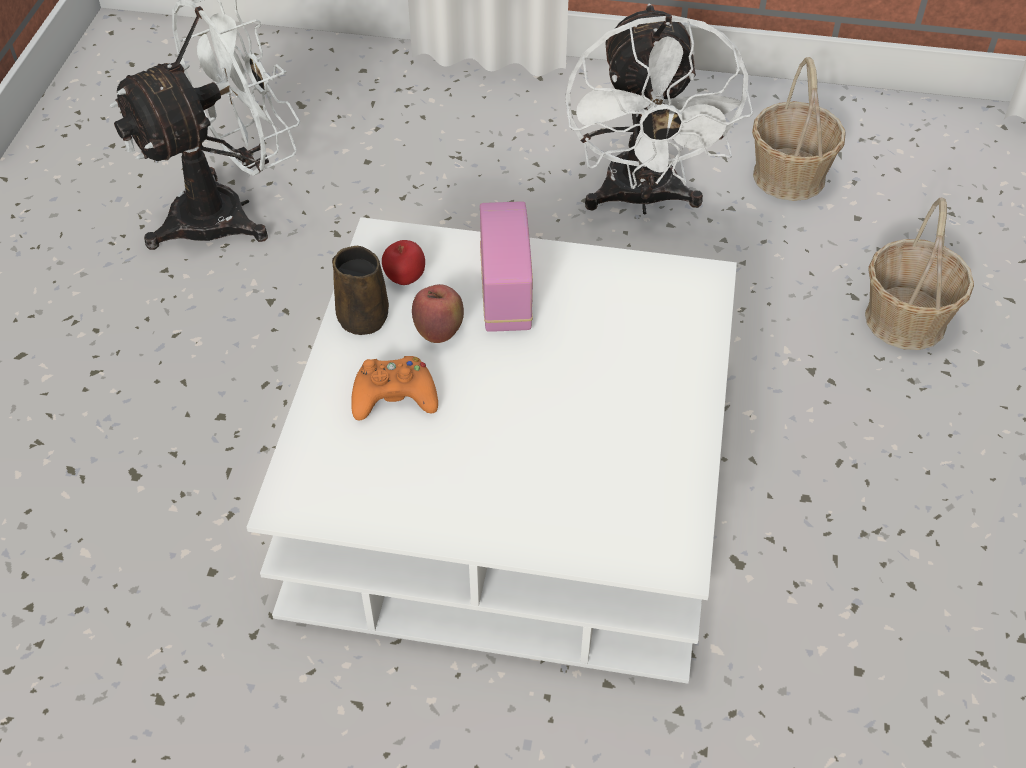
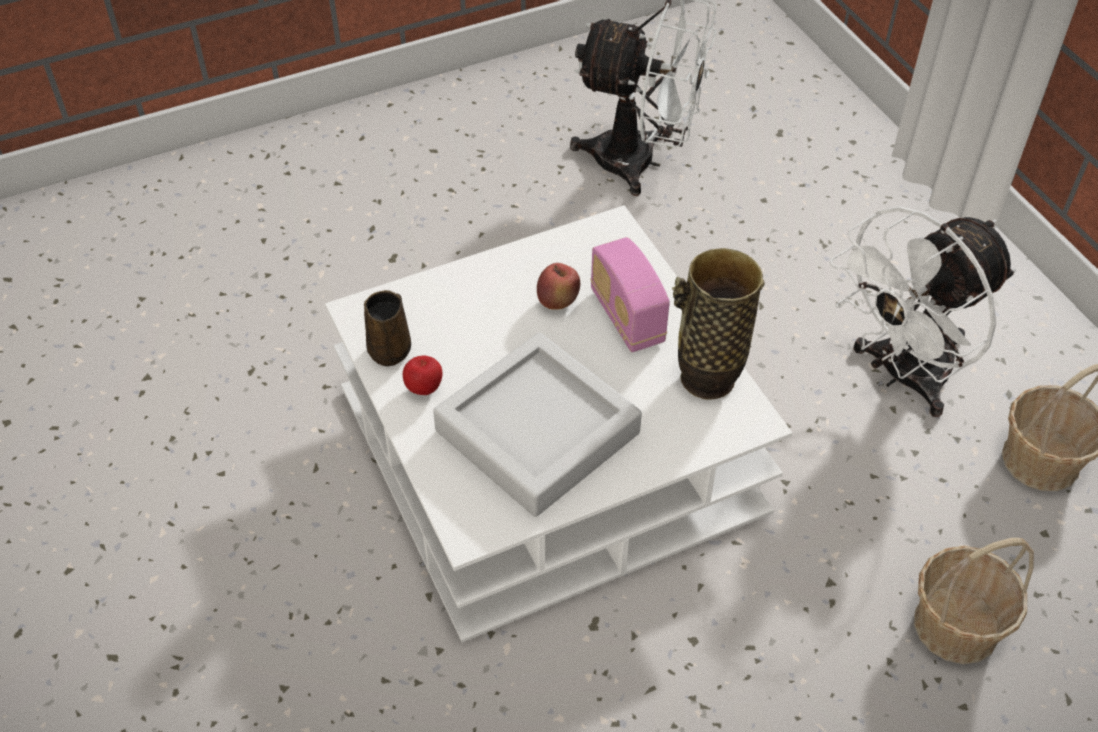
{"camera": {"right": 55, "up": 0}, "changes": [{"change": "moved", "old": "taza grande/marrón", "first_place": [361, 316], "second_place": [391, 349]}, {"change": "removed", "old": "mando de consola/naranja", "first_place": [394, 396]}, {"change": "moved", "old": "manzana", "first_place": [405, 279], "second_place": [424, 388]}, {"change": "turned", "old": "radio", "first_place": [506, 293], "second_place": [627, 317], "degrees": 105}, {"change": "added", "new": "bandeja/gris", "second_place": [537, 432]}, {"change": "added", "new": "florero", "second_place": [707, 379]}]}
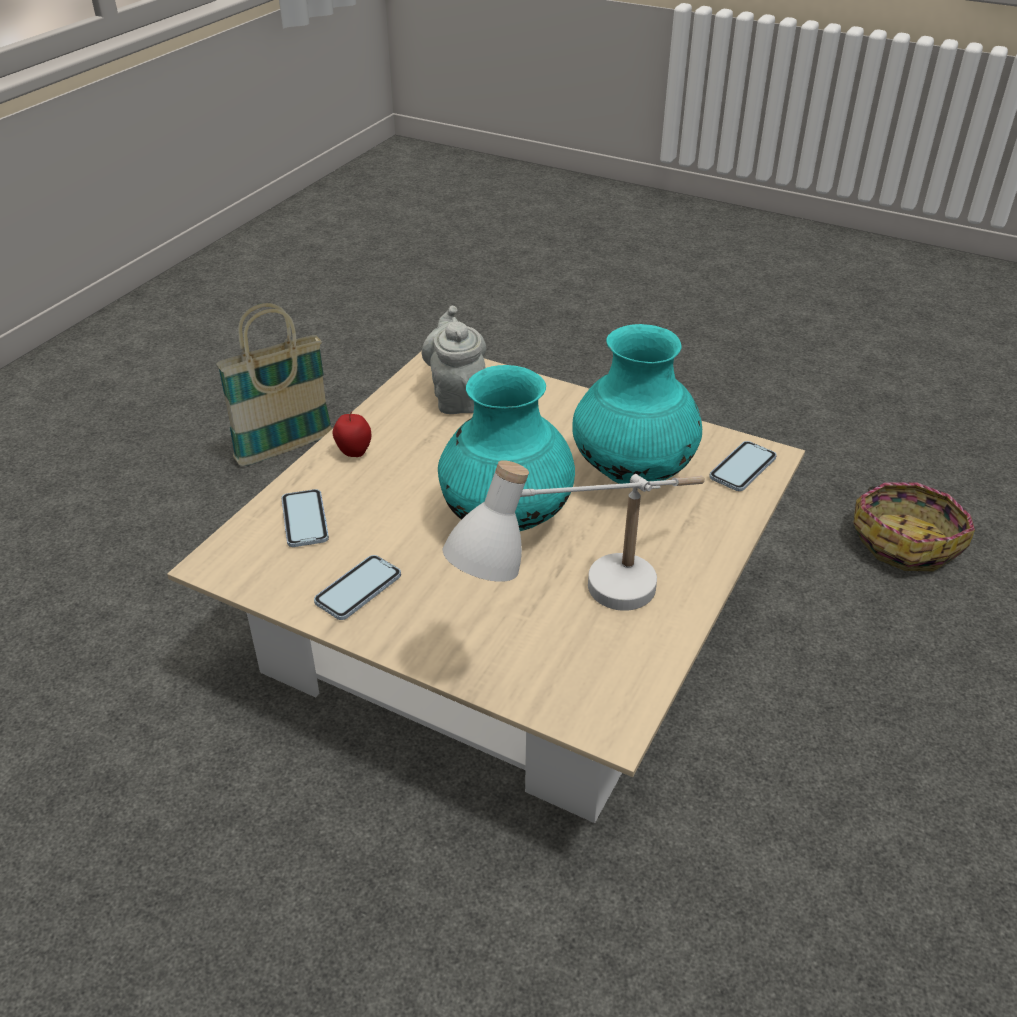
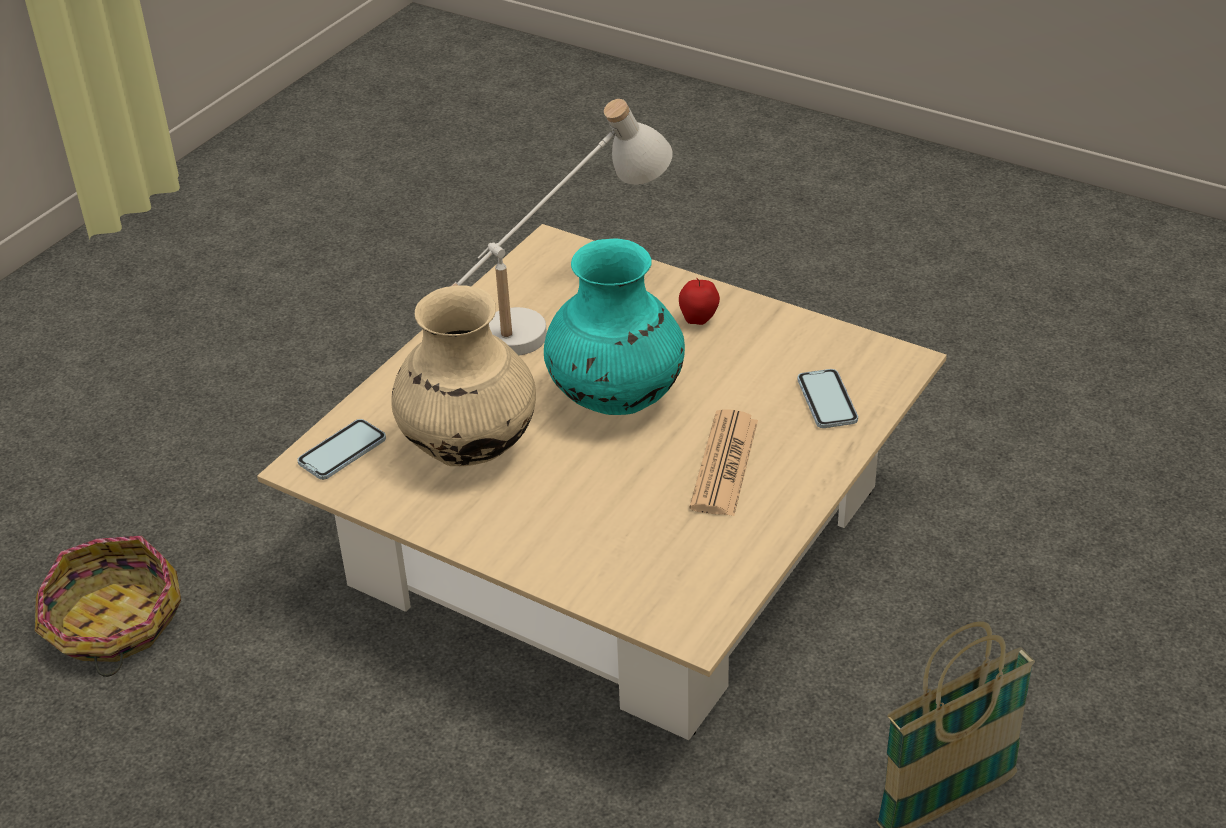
{"camera": {"right": -175, "up": 0}, "changes": [{"change": "removed", "old": "móvil", "first_place": [358, 589]}, {"change": "moved", "old": "manzana", "first_place": [354, 453], "second_place": [699, 320]}, {"change": "removed", "old": "tetera/gris", "first_place": [457, 397]}, {"change": "recoloured", "old": "florero/turquesa", "new": "florero/beis", "first_place": [633, 474], "second_place": [468, 447]}, {"change": "added", "new": "periódico", "second_place": [724, 464]}]}
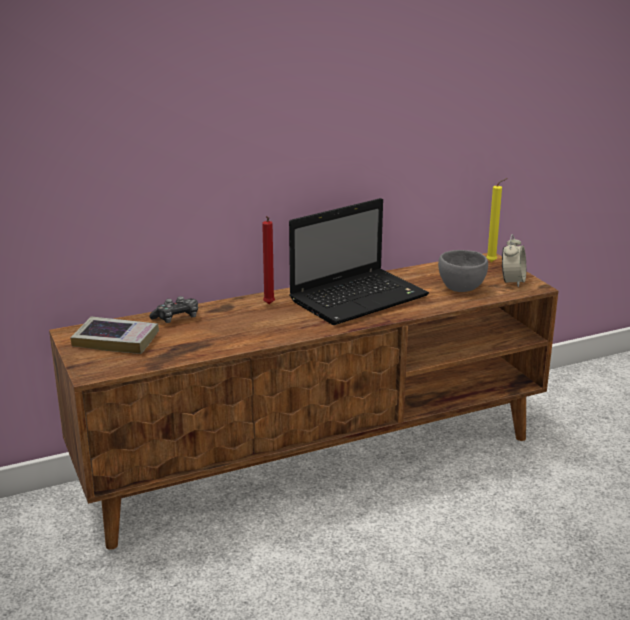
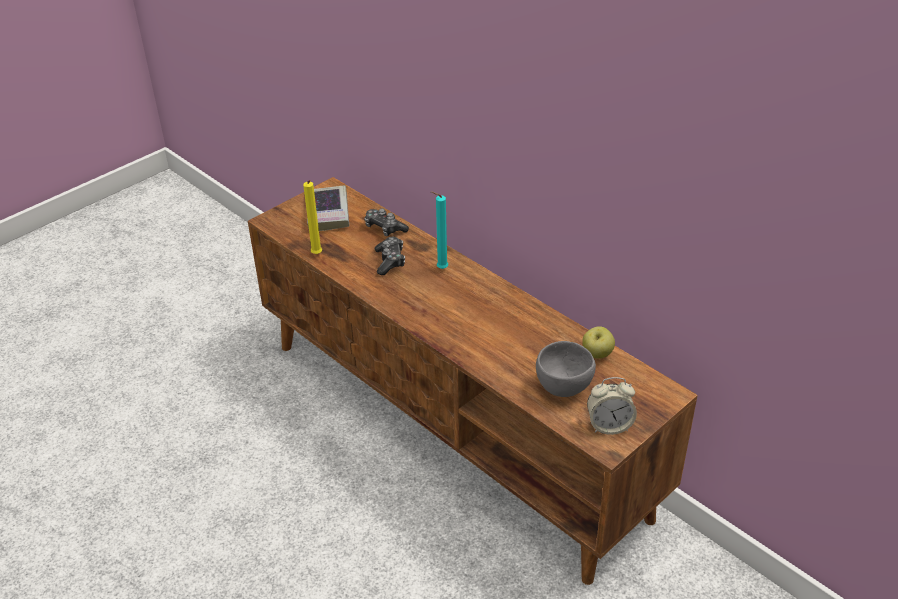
{"camera": {"right": 70, "up": 15}, "changes": [{"change": "recoloured", "old": "vela/rojo", "new": "vela/turquesa", "first_place": [268, 305], "second_place": [440, 269]}, {"change": "removed", "old": "portátil", "first_place": [360, 298]}, {"change": "moved", "old": "vela/amarillo", "first_place": [493, 262], "second_place": [317, 255]}, {"change": "added", "new": "mando de consola", "second_place": [390, 261]}, {"change": "added", "new": "manzana", "second_place": [597, 354]}]}
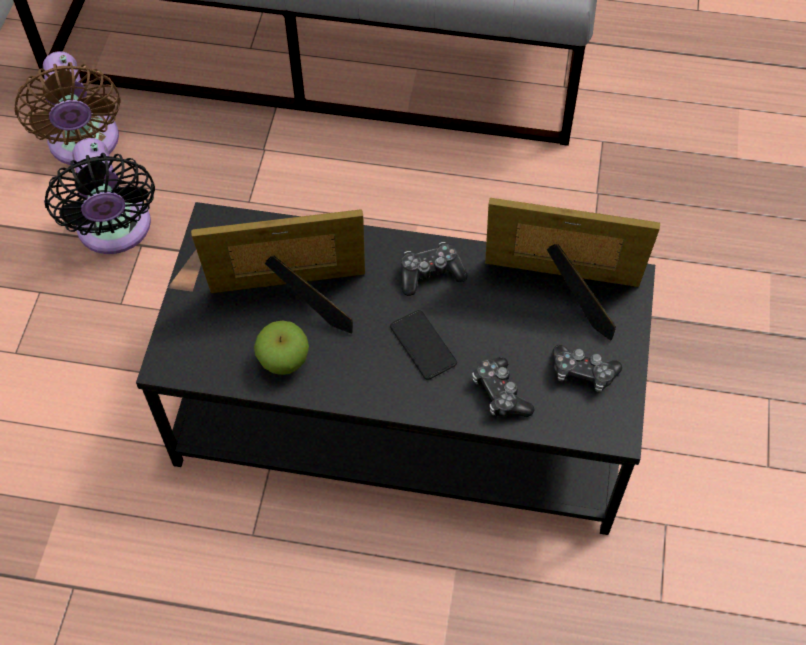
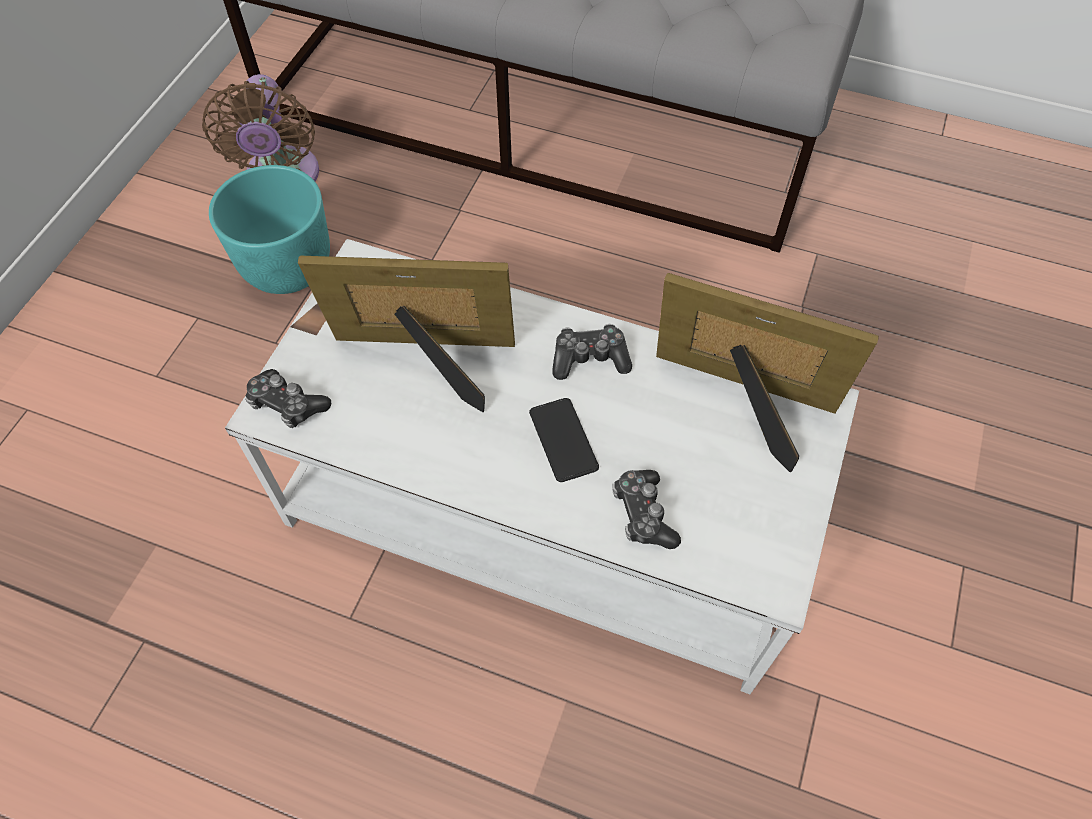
{"camera": {"right": 10, "up": 0}, "changes": [{"change": "replaced", "old": "ventilador/negro", "new": "maceta/turquesa", "first_place": [115, 231], "second_place": [289, 268]}, {"change": "recoloured", "old": "mesa de centro/negro", "new": "mesa de centro/blanco", "first_place": [401, 413], "second_place": [543, 510]}, {"change": "removed", "old": "manzana", "first_place": [284, 362]}, {"change": "moved", "old": "mando de consola", "first_place": [583, 373], "second_place": [287, 405]}]}
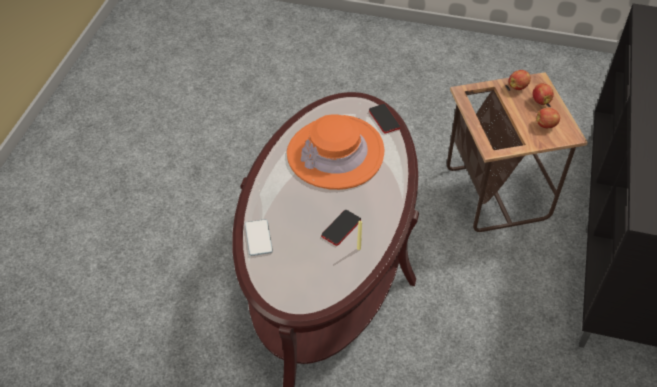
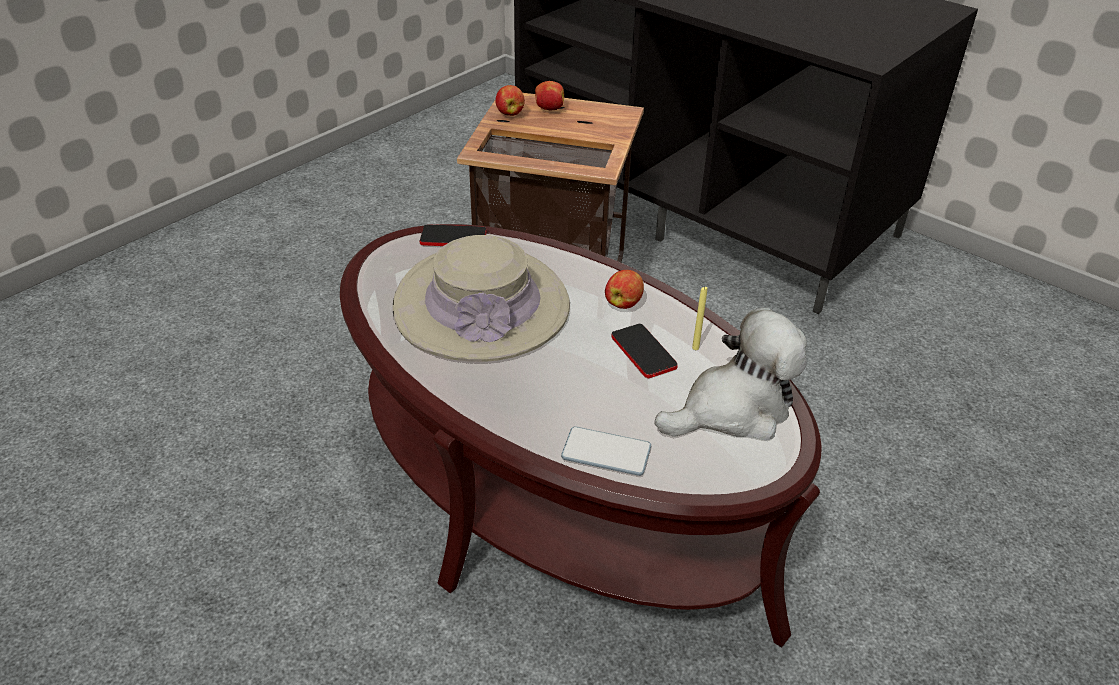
{"camera": {"right": -65, "up": -10}, "changes": [{"change": "recoloured", "old": "sombrero/naranja", "new": "sombrero/beis", "first_place": [335, 153], "second_place": [482, 306]}, {"change": "moved", "old": "manzana", "first_place": [546, 125], "second_place": [623, 303]}, {"change": "added", "new": "peluche", "second_place": [733, 410]}]}
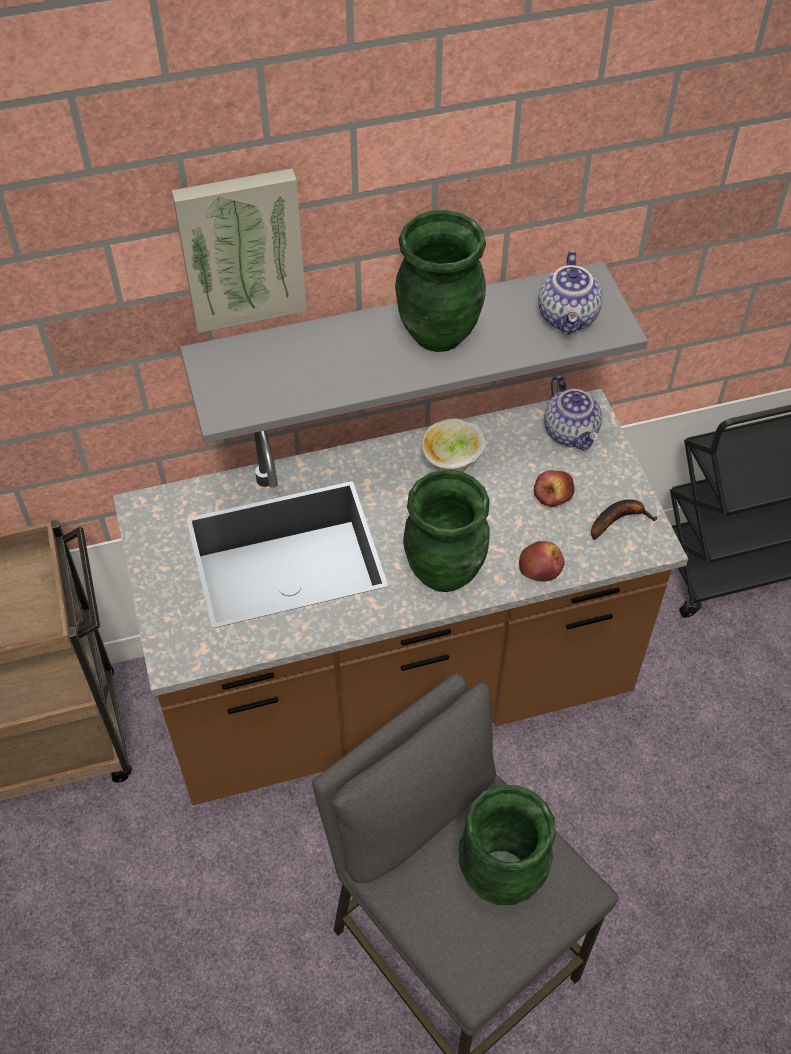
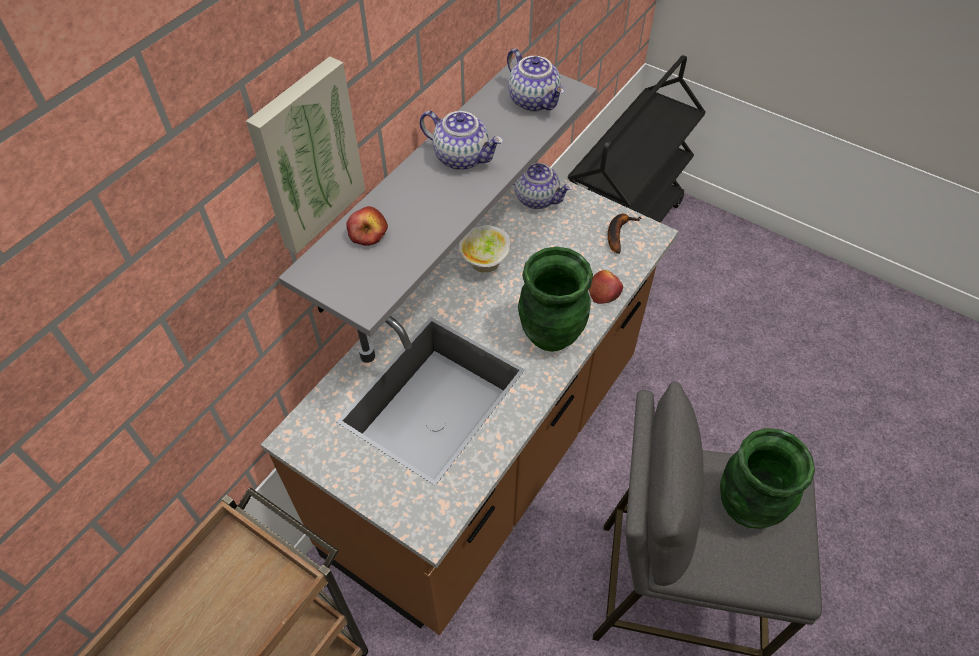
{"camera": {"right": -40, "up": 0}, "changes": [{"change": "replaced", "old": "florero/verde", "new": "tetera", "first_place": [439, 333], "second_place": [462, 157]}, {"change": "moved", "old": "manzana", "first_place": [553, 494], "second_place": [368, 233]}]}
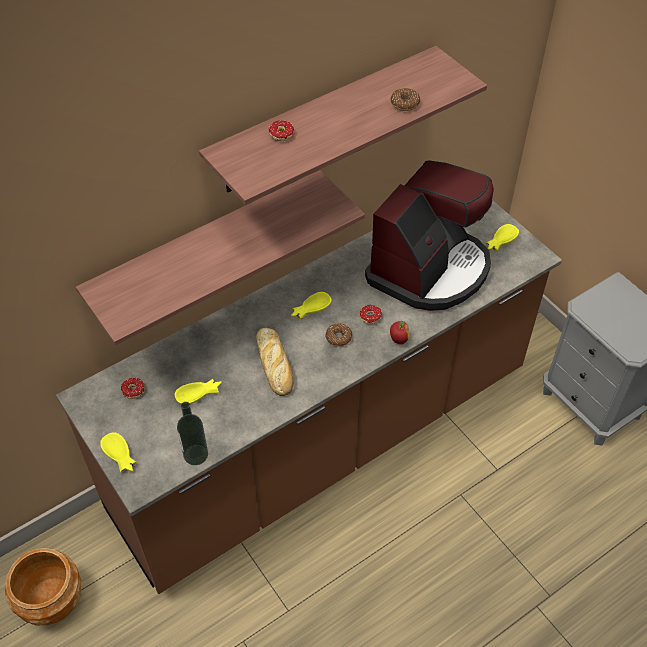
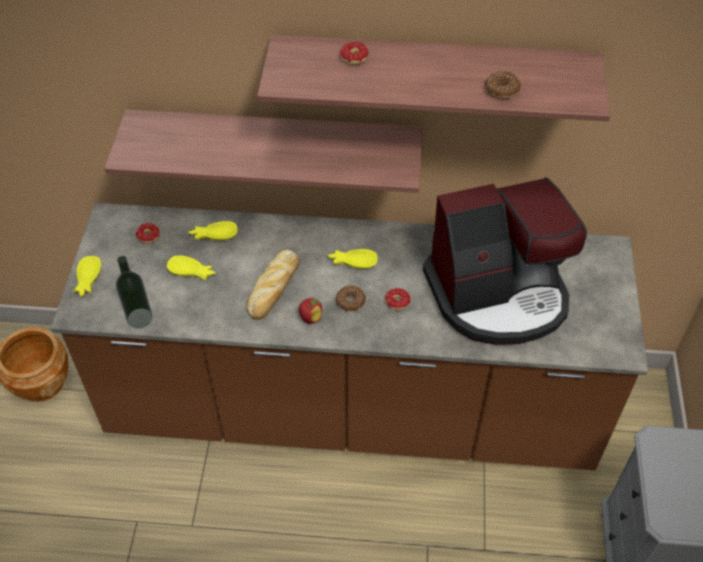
{"camera": {"right": 40, "up": 0}, "changes": [{"change": "moved", "old": "manzana", "first_place": [398, 340], "second_place": [310, 318]}, {"change": "moved", "old": "cuenco/amarillo", "first_place": [500, 241], "second_place": [213, 234]}]}
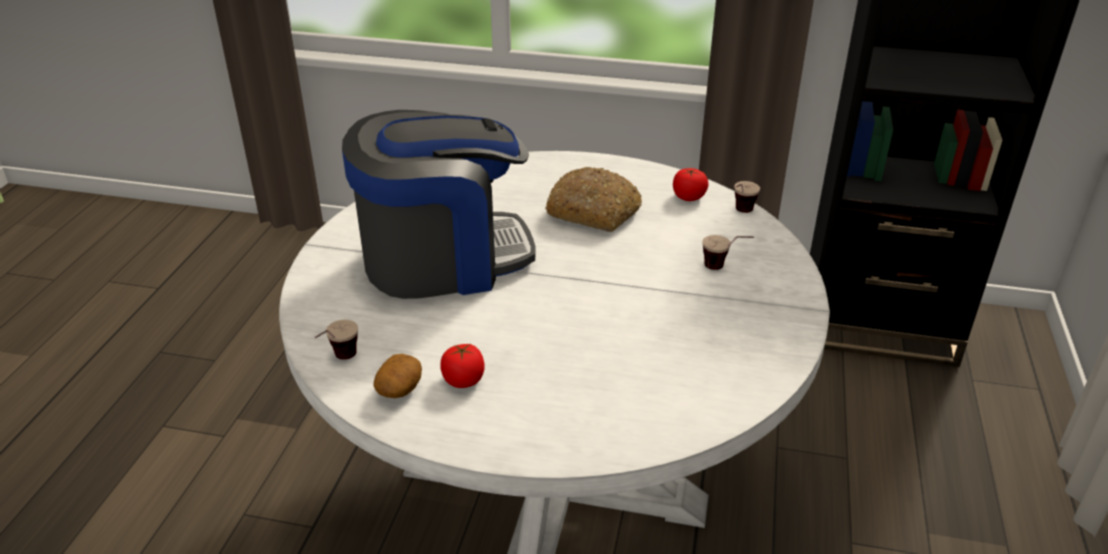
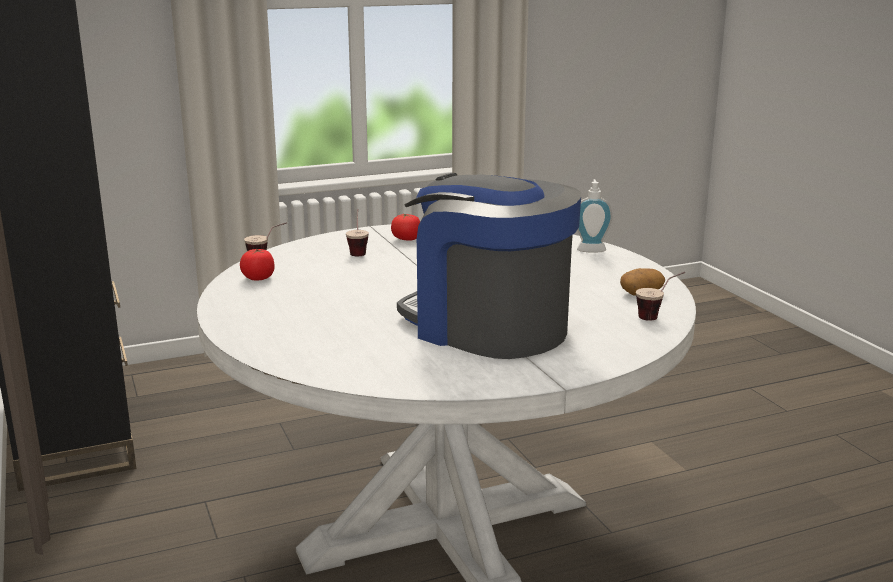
{"camera": {"right": -125, "up": -15}, "changes": [{"change": "moved", "old": "tomate", "first_place": [463, 380], "second_place": [406, 239]}, {"change": "removed", "old": "pan", "first_place": [594, 211]}, {"change": "added", "new": "dispensador de jabón", "second_place": [591, 249]}]}
